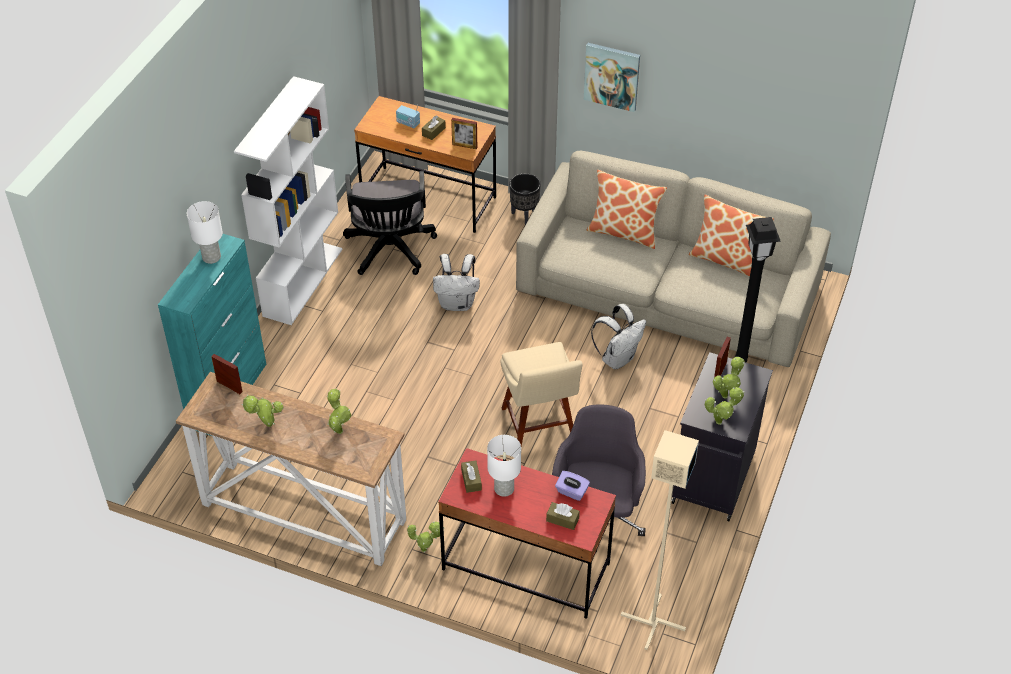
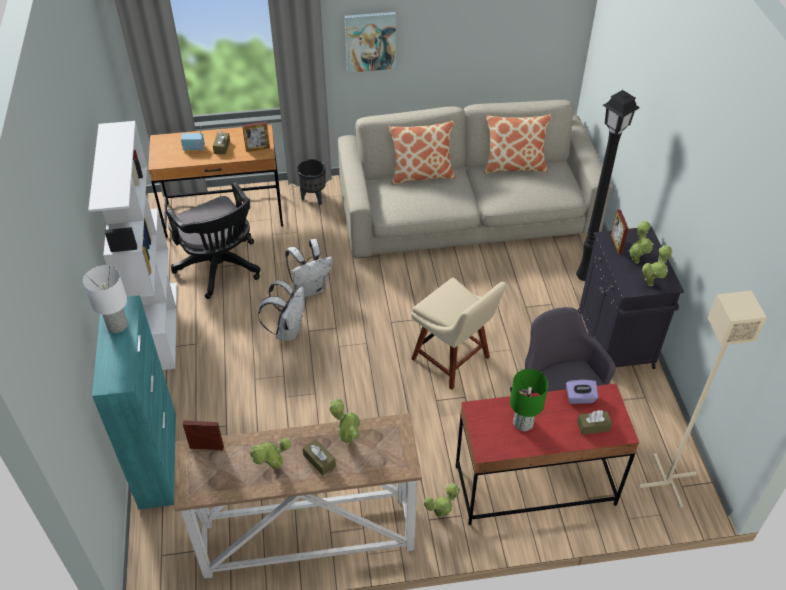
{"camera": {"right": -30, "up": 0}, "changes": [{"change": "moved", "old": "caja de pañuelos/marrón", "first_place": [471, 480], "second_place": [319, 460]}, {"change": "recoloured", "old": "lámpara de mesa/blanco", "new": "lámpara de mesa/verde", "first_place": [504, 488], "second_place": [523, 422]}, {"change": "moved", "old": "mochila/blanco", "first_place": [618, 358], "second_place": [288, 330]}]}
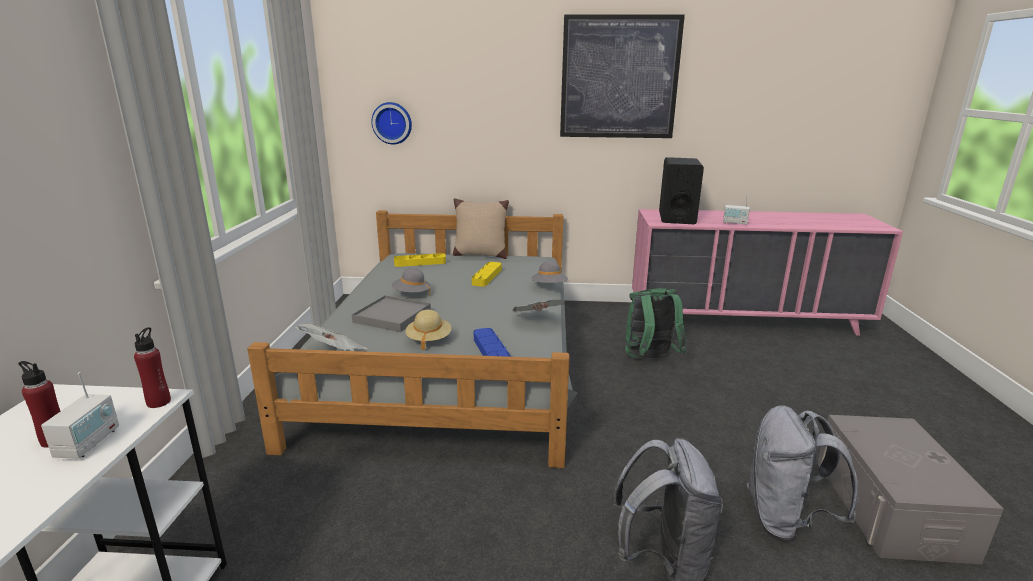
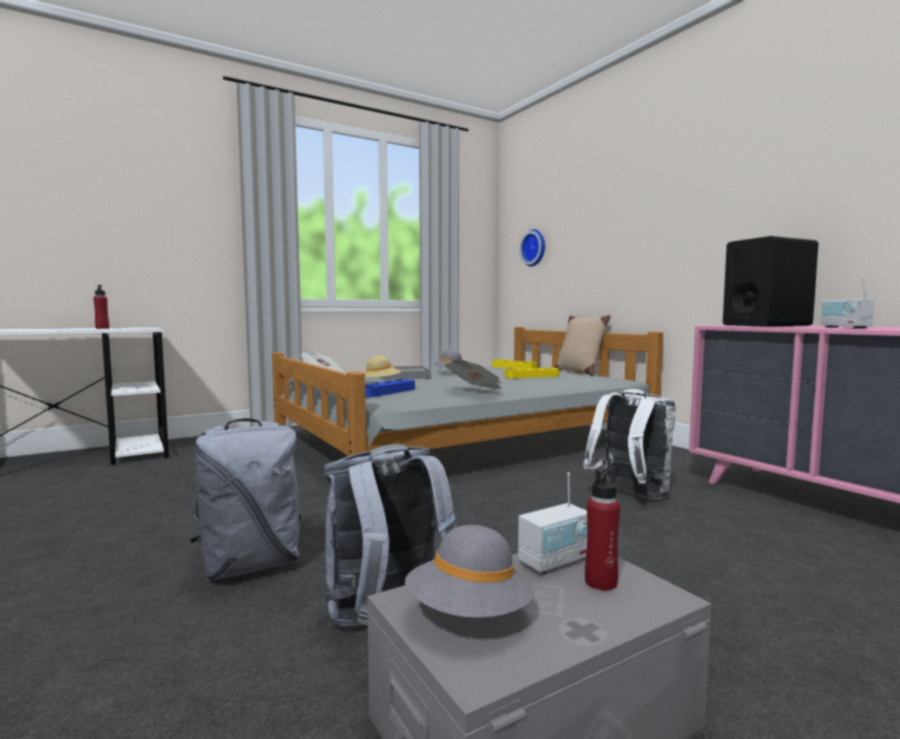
{"camera": {"right": 55, "up": -15}, "changes": [{"change": "moved", "old": "radio", "first_place": [88, 443], "second_place": [555, 561]}, {"change": "moved", "old": "botella/rojo", "first_place": [159, 402], "second_place": [601, 582]}, {"change": "moved", "old": "sombrero/gris", "first_place": [549, 286], "second_place": [469, 615]}, {"change": "removed", "old": "cuadro", "first_place": [619, 78]}, {"change": "recoloured", "old": "mochila/verde", "new": "mochila/blanco", "first_place": [649, 359], "second_place": [630, 495]}]}
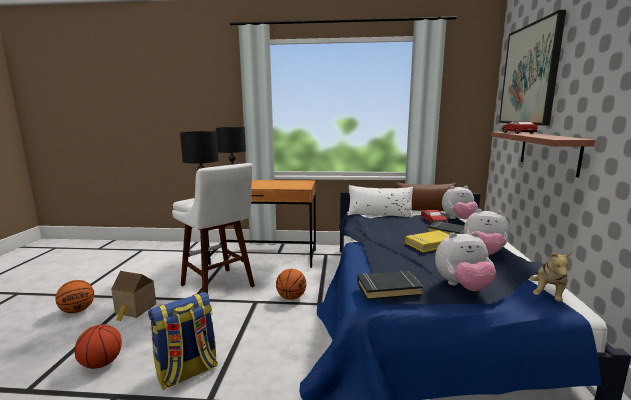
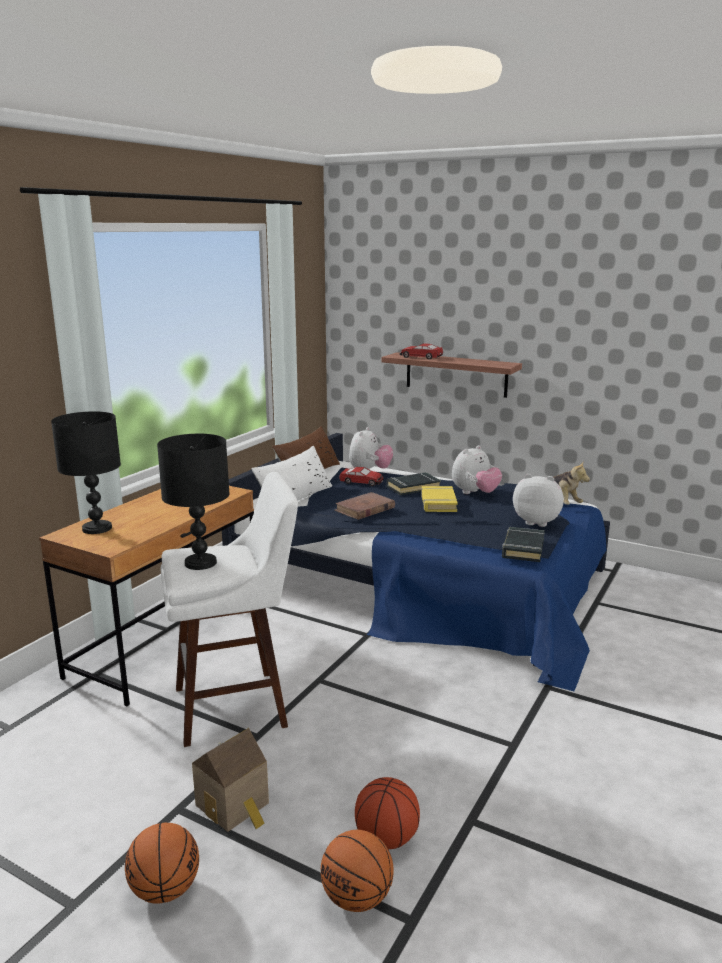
{"camera": {"right": -65, "up": 5}, "changes": [{"change": "removed", "old": "mochila", "first_place": [187, 372]}, {"change": "moved", "old": "balón de baloncesto", "first_place": [291, 297], "second_place": [357, 897]}, {"change": "turned", "old": "peluche", "first_place": [462, 287], "second_place": [536, 522], "degrees": -90}, {"change": "removed", "old": "cuadro", "first_place": [530, 75]}, {"change": "added", "new": "libro/marrón", "second_place": [364, 509]}]}
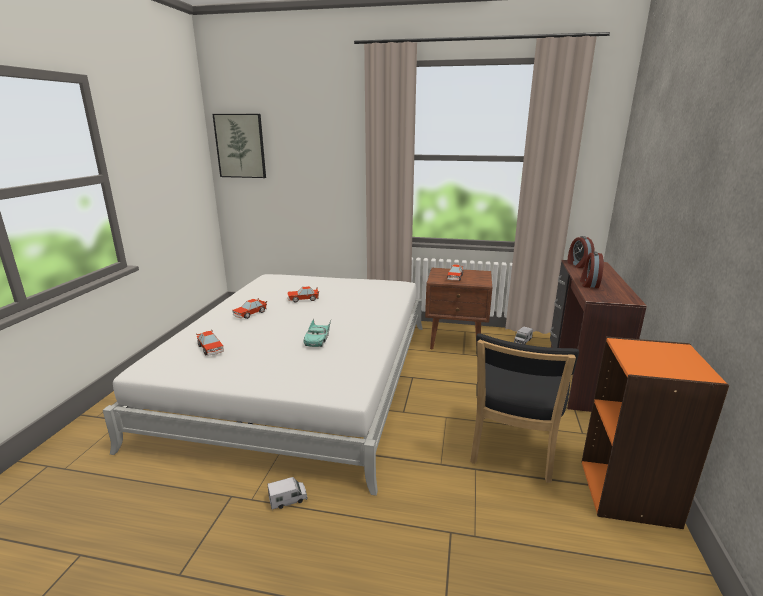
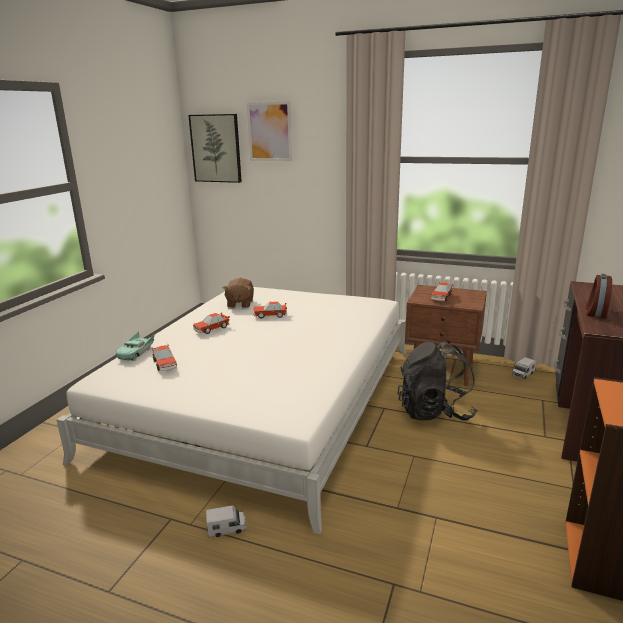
{"camera": {"right": 10, "up": 0}, "changes": [{"change": "moved", "old": "coche de juguete/turquesa", "first_place": [317, 339], "second_place": [136, 352]}, {"change": "removed", "old": "silla/negro", "first_place": [513, 450]}, {"change": "removed", "old": "despertador", "first_place": [578, 265]}, {"change": "added", "new": "peluche/marrón", "second_place": [240, 304]}, {"change": "added", "new": "cuadro", "second_place": [269, 131]}, {"change": "added", "new": "mochila/negro", "second_place": [434, 412]}]}
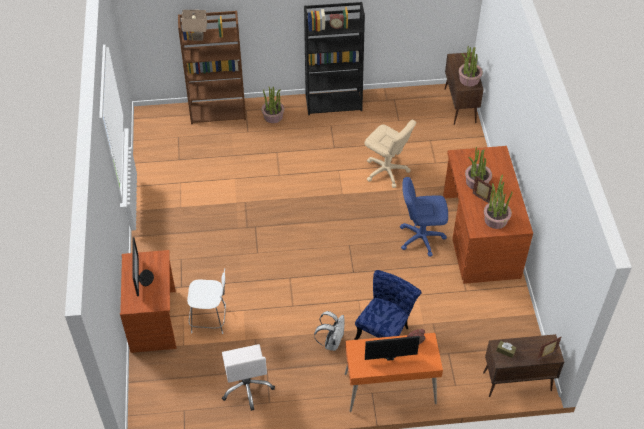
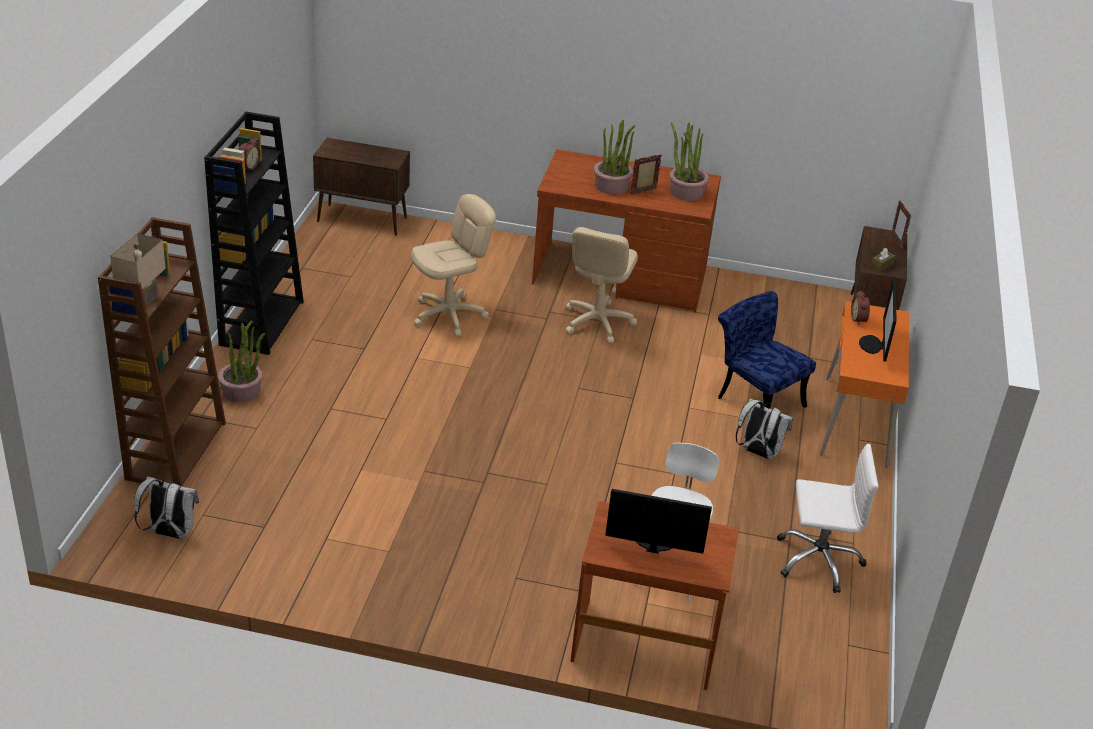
{"camera": {"right": -75, "up": -15}, "changes": [{"change": "recoloured", "old": "silla de oficina/azul", "new": "silla de oficina/beis", "first_place": [421, 238], "second_place": [597, 322]}, {"change": "removed", "old": "planta en maceta", "first_place": [469, 79]}, {"change": "added", "new": "mochila/blanco", "second_place": [169, 533]}]}
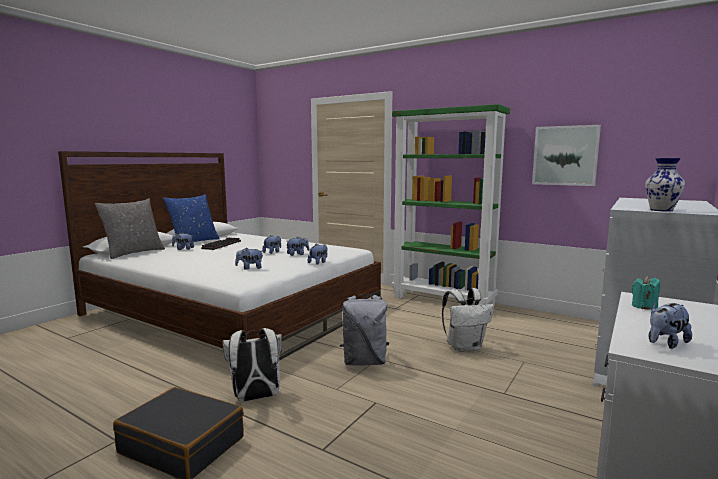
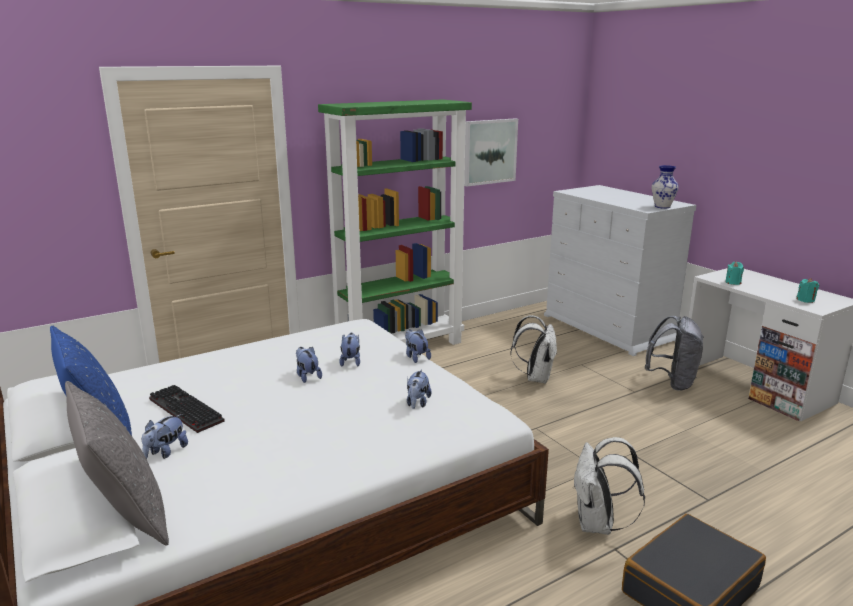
{"camera": {"right": -65, "up": 10}, "changes": [{"change": "moved", "old": "mochila/gris", "first_place": [364, 362], "second_place": [672, 382]}, {"change": "replaced", "old": "peluche", "new": "vela/turquesa", "first_place": [665, 343], "second_place": [805, 300]}]}
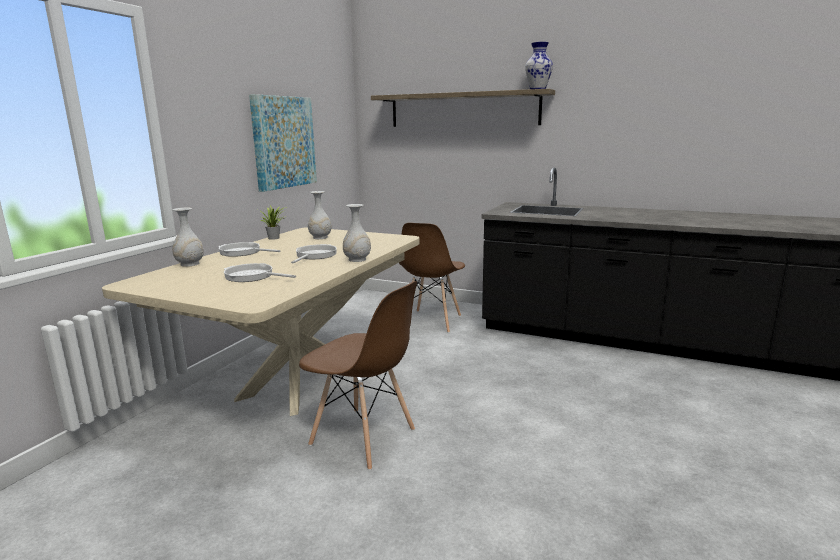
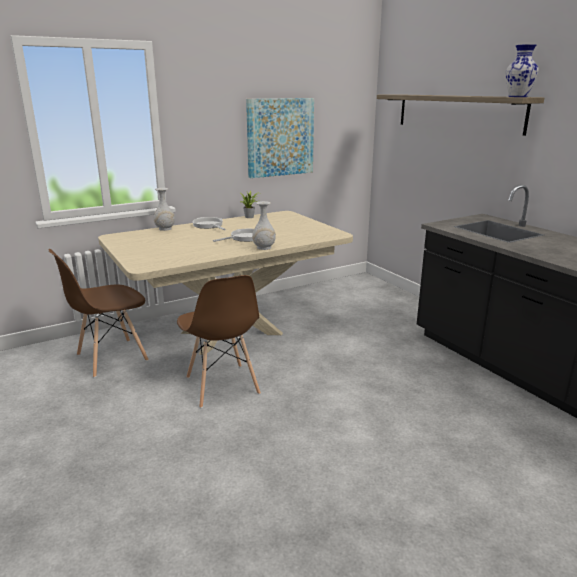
{"camera": {"right": 35, "up": 5}, "changes": [{"change": "removed", "old": "sartén", "first_place": [252, 276]}, {"change": "removed", "old": "florero/blanco", "first_place": [320, 237]}, {"change": "moved", "old": "silla/marrón", "first_place": [431, 322], "second_place": [111, 358]}]}
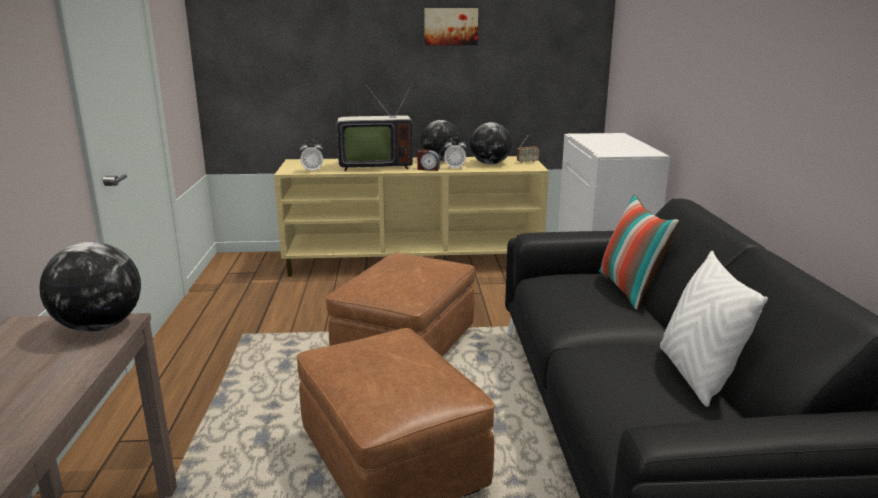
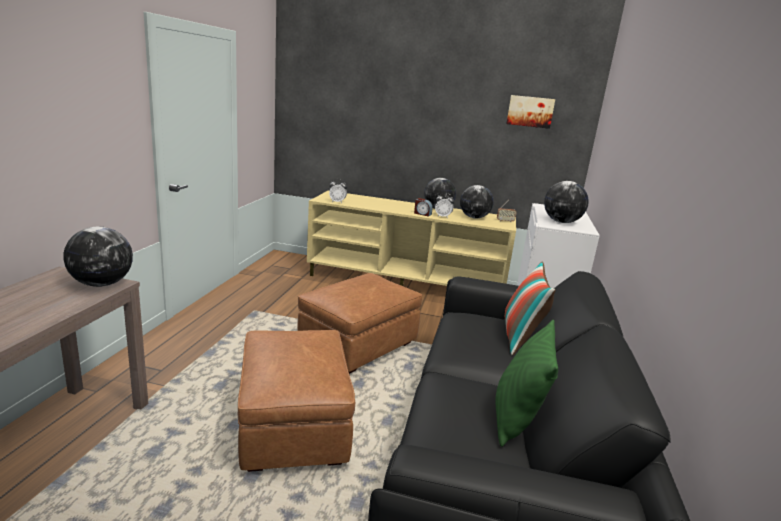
{"camera": {"right": 15, "up": 0}, "changes": [{"change": "removed", "old": "televisor", "first_place": [374, 166]}, {"change": "moved", "old": "cuadro", "first_place": [451, 26], "second_place": [530, 111]}, {"change": "recoloured", "old": "cojín/blanco", "new": "cojín/verde", "first_place": [696, 375], "second_place": [516, 419]}, {"change": "added", "new": "globo terráqueo", "second_place": [561, 222]}]}
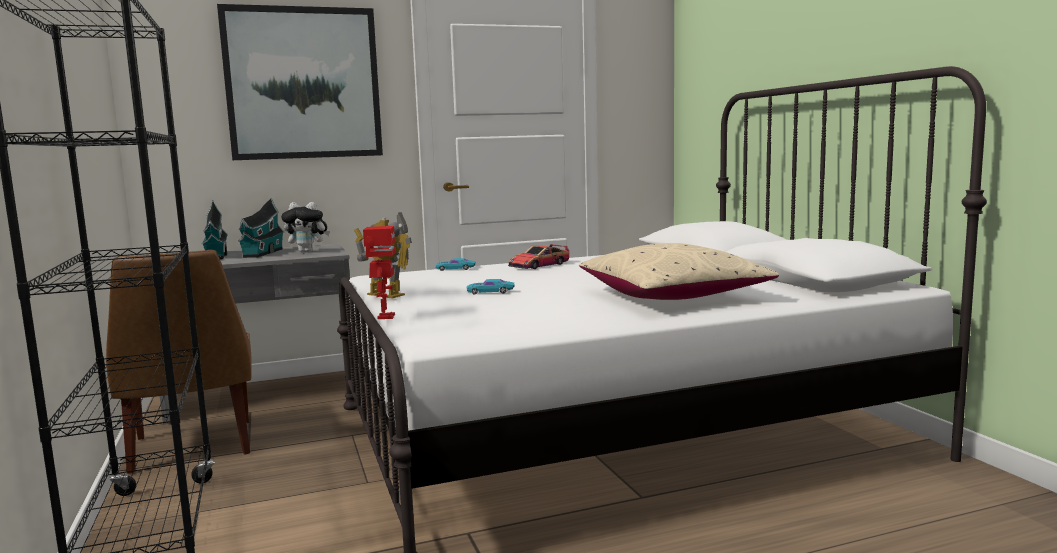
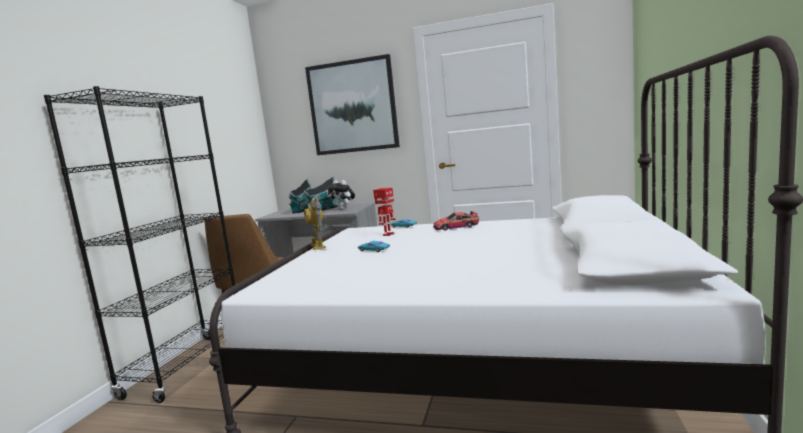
{"camera": {"right": 35, "up": 0}, "changes": [{"change": "moved", "old": "robot de juguete", "first_place": [385, 317], "second_place": [388, 234]}, {"change": "removed", "old": "cojín/beis", "first_place": [672, 296]}]}
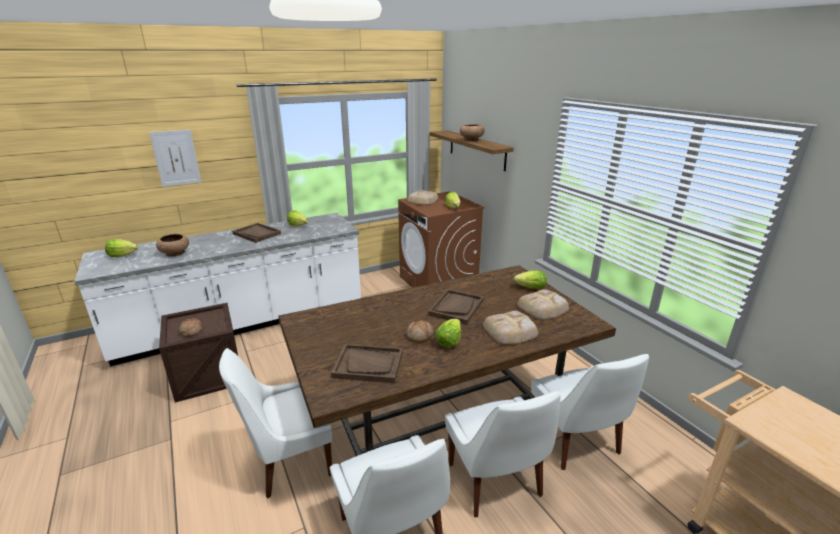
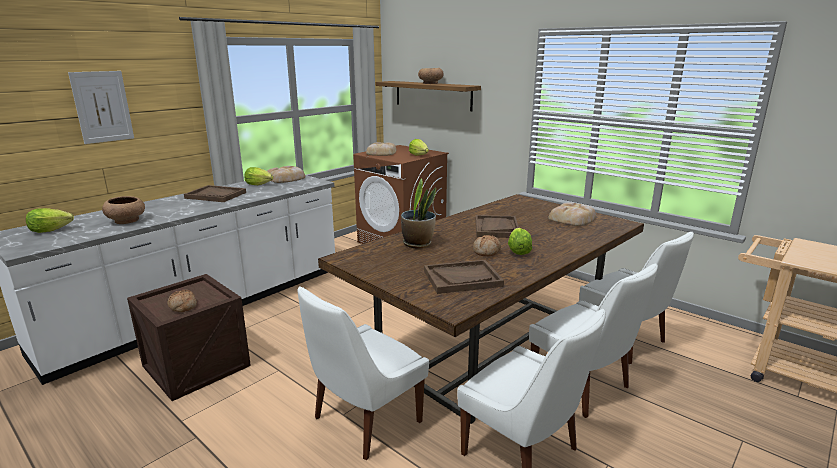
{"camera": {"right": -20, "up": -5}, "changes": [{"change": "moved", "old": "pan", "first_place": [511, 331], "second_place": [286, 178]}, {"change": "removed", "old": "lechuga", "first_place": [531, 288]}, {"change": "added", "new": "planta en maceta", "second_place": [418, 244]}]}
